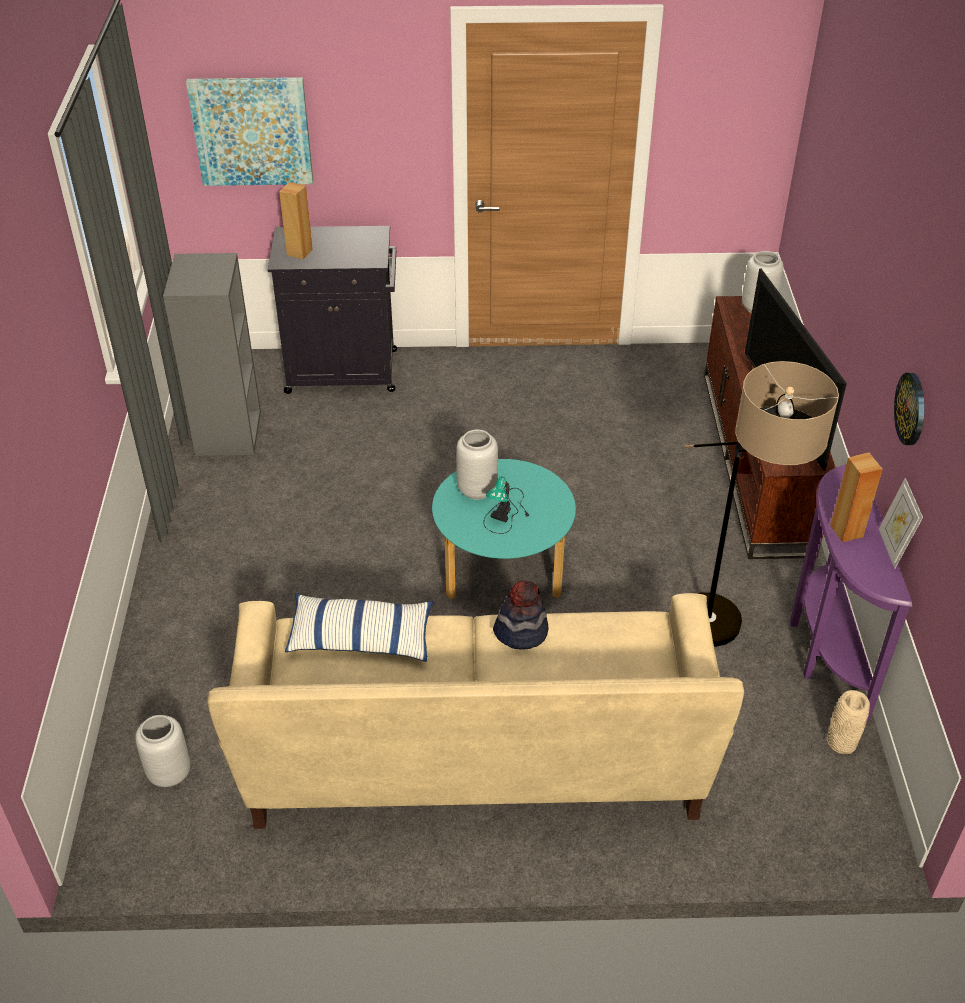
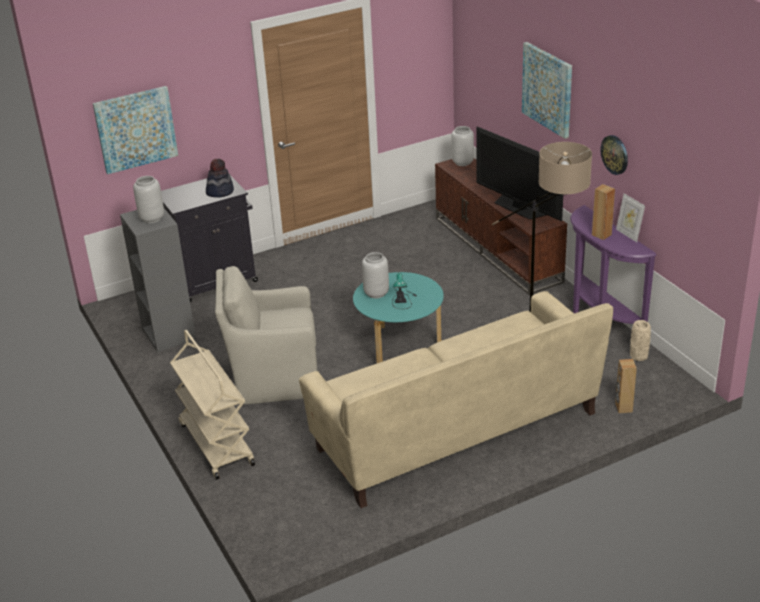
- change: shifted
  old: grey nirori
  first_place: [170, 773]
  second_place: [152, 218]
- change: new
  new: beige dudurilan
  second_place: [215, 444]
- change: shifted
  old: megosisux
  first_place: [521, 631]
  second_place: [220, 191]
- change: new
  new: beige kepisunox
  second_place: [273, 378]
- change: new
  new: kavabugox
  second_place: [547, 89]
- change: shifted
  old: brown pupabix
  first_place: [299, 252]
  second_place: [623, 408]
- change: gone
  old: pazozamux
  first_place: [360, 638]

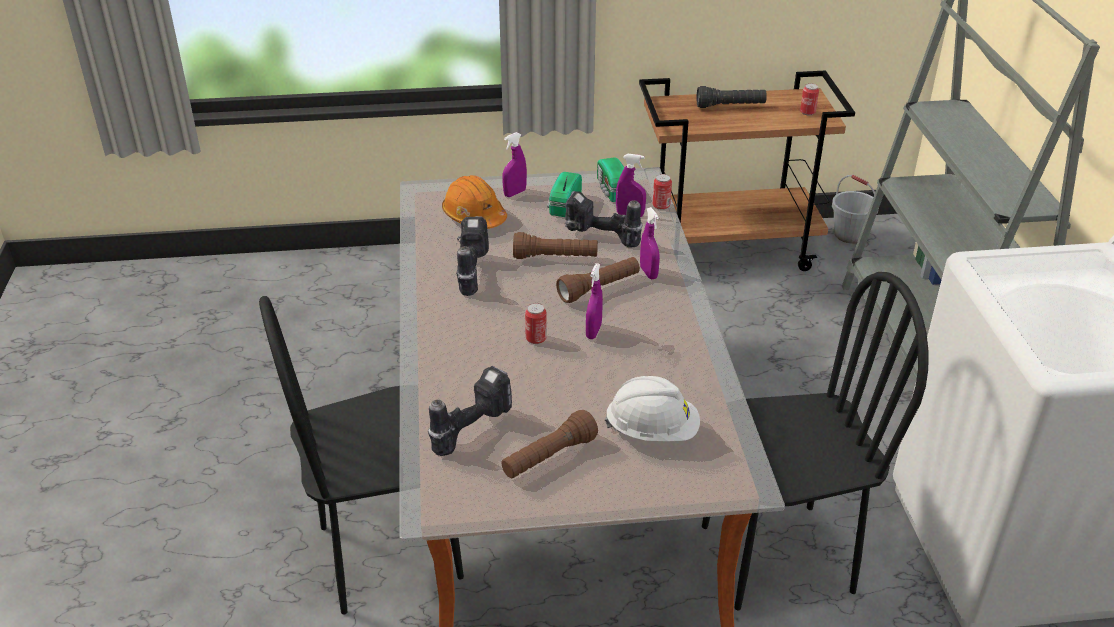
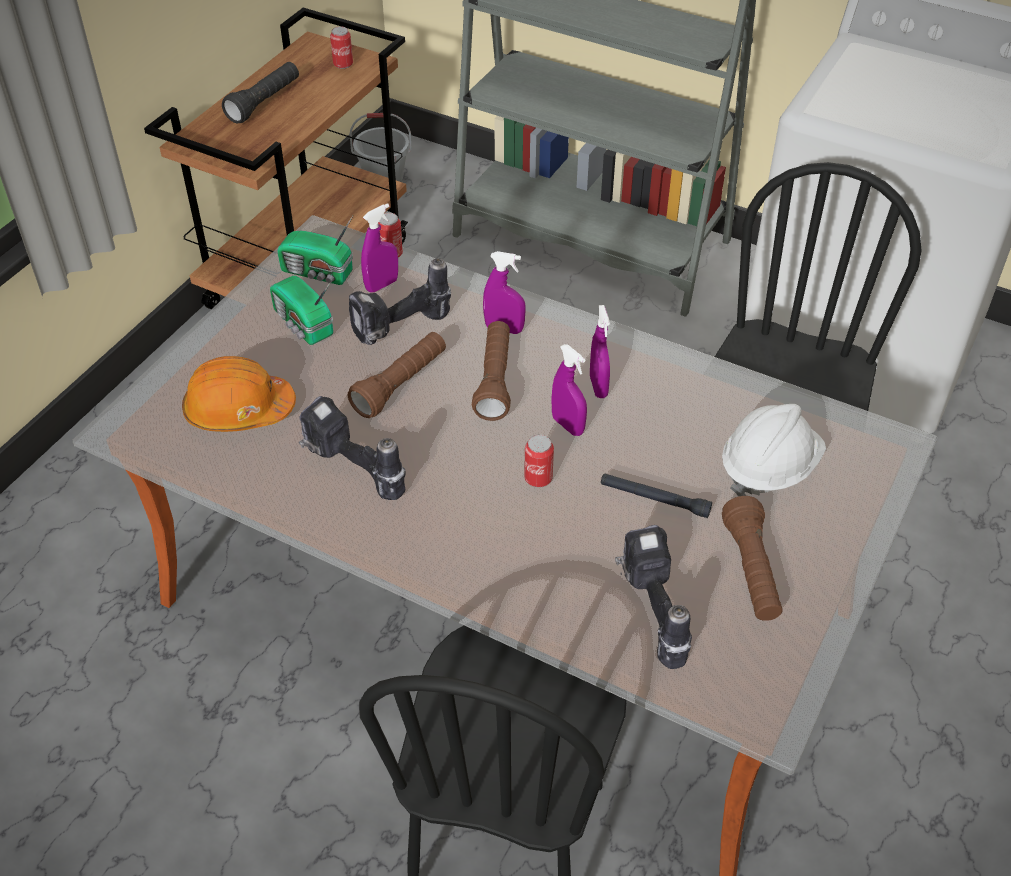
- change: shifted
  old: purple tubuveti
  first_place: [515, 193]
  second_place: [598, 387]
- change: new
  new: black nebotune
  second_place: [654, 499]

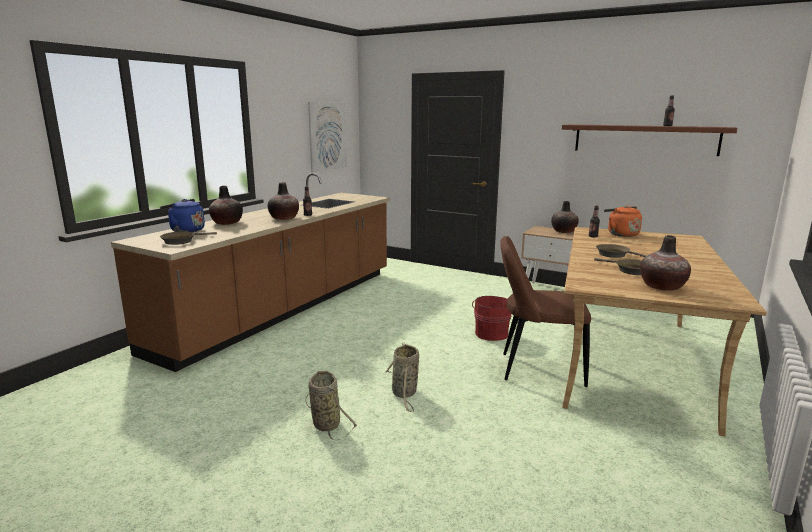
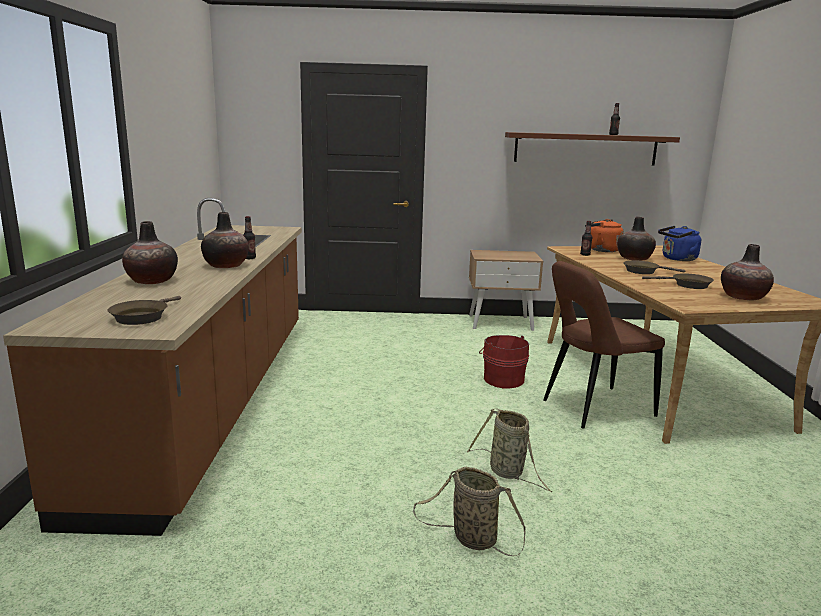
- change: shifted
  old: nirori
  first_place: [563, 231]
  second_place: [634, 259]
- change: shifted
  old: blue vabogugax
  first_place: [185, 230]
  second_place: [677, 259]
- change: gone
  old: kavabugox
  first_place: [327, 136]

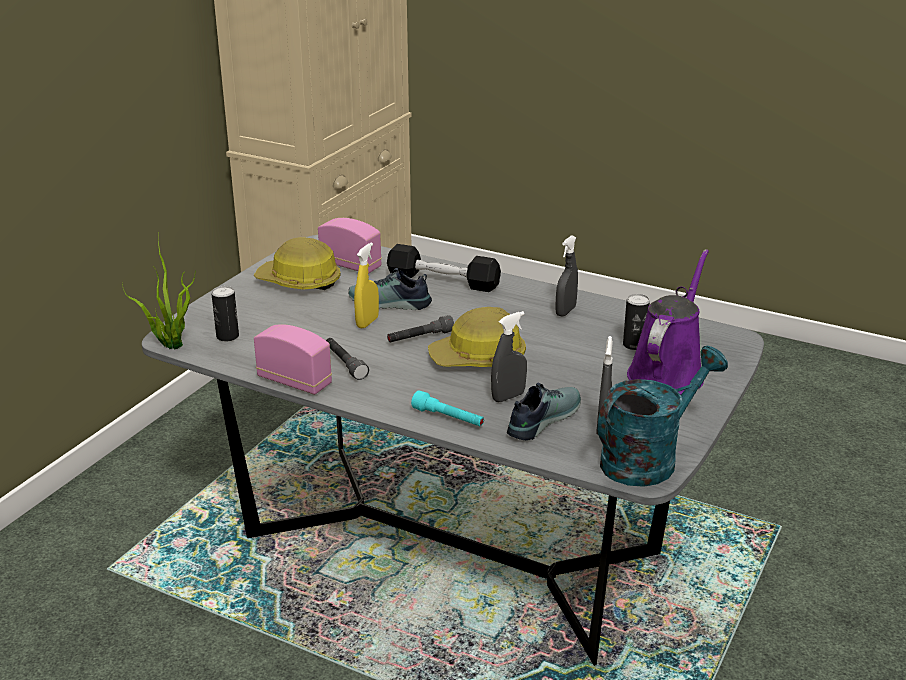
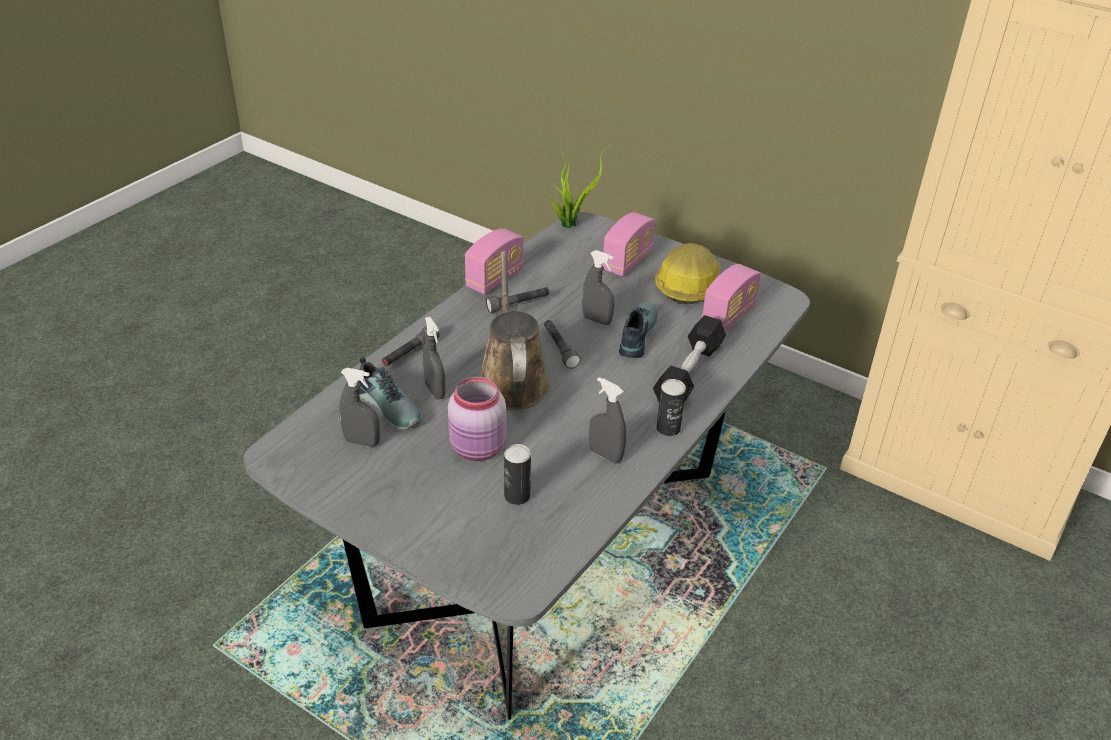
- change: repainted
  old: turquoise nebotune
  new: grey nebotune
  first_place: [448, 418]
  second_place: [410, 353]
- change: new
  new: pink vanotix
  second_place: [478, 449]
- change: swapped
  old: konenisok
  new: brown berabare
  first_place: [479, 358]
  second_place: [511, 381]
- change: repainted
  old: yellow tubuveti
  new: grey tubuveti
  first_place: [367, 322]
  second_place: [596, 320]
- change: new
  new: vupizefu
  second_place: [627, 261]
- change: shifted
  old: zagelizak
  first_place: [227, 336]
  second_place: [668, 428]
- change: gone
  old: turquoise berabare
  first_place: [648, 458]
- change: gone
  old: purple berabare
  first_place: [667, 373]

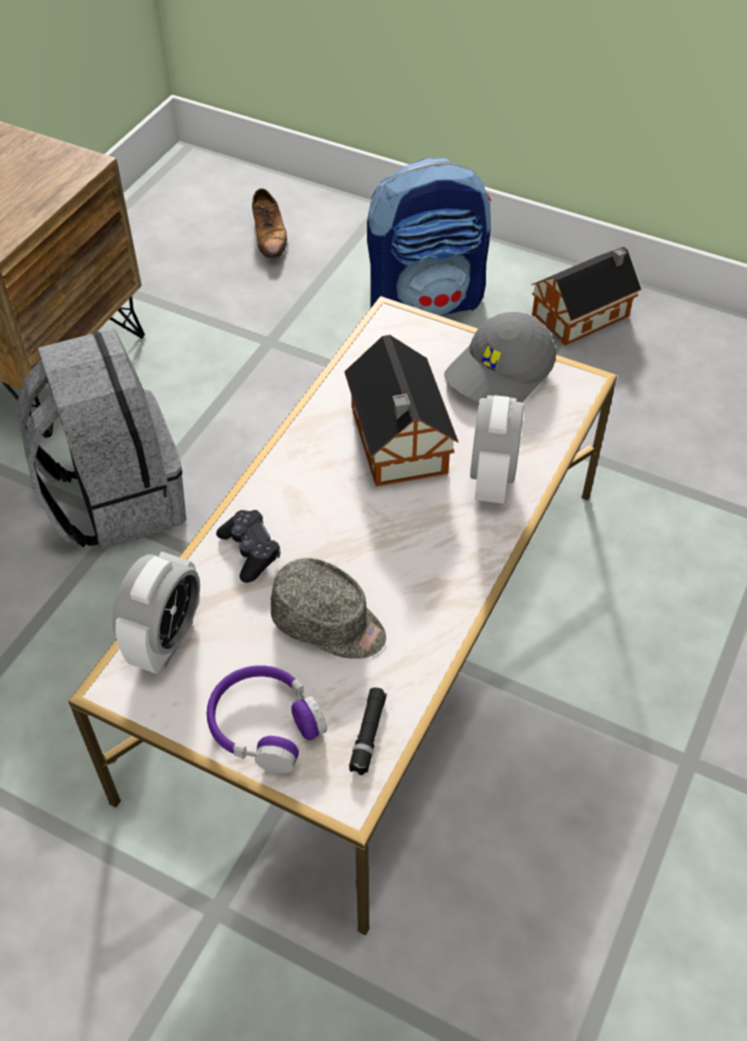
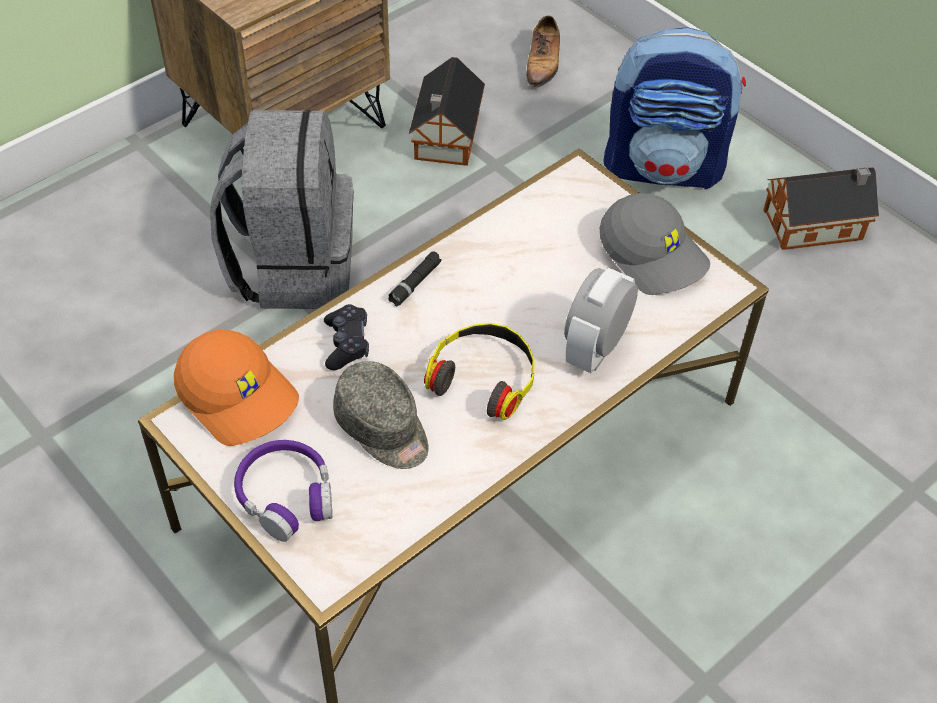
- change: swapped
  old: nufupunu
  new: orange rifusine
  first_place: [166, 640]
  second_place: [239, 396]
- change: shifted
  old: black nebotune
  first_place: [368, 735]
  second_place: [415, 283]
- change: shifted
  old: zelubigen
  first_place: [398, 444]
  second_place: [445, 138]
- change: new
  new: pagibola
  second_place: [483, 377]
- change: rotated
  old: grey rifusine
  first_place: [500, 374]
  second_place: [654, 254]
  degrees: -105

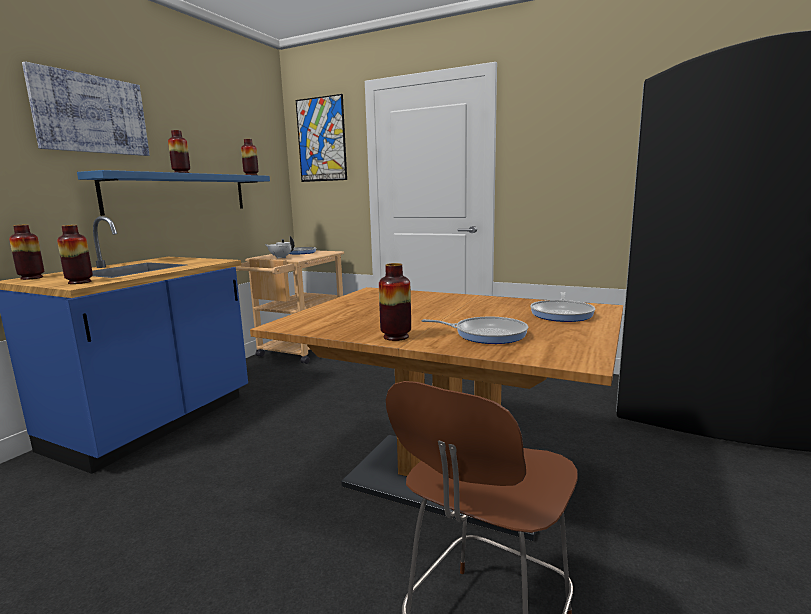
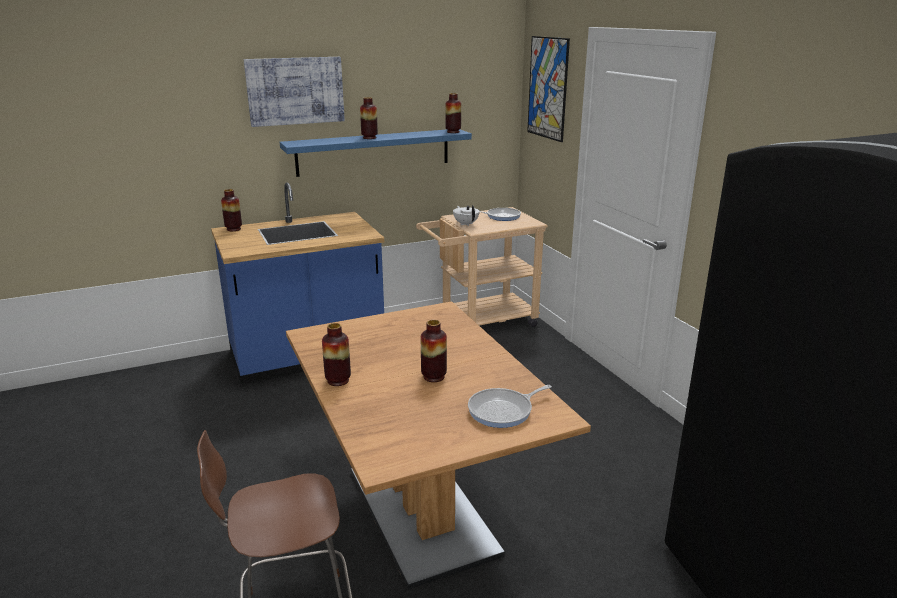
- change: shifted
  old: nirori
  first_place: [79, 282]
  second_place: [434, 377]
- change: gone
  old: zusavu
  first_place: [486, 334]

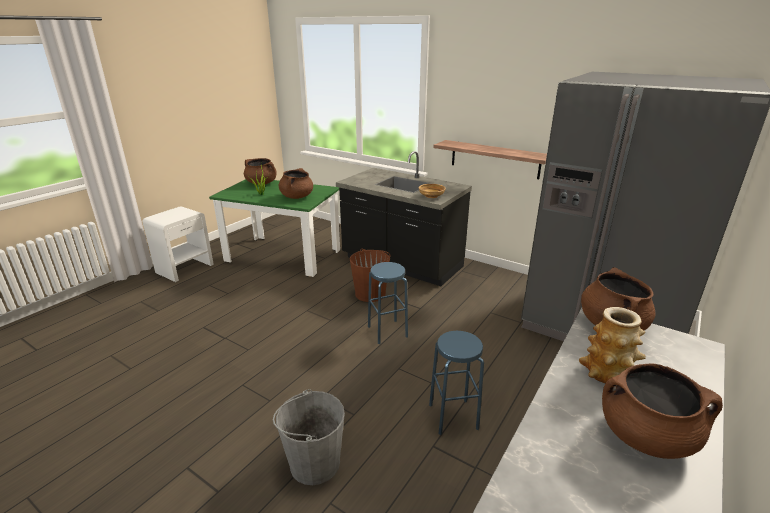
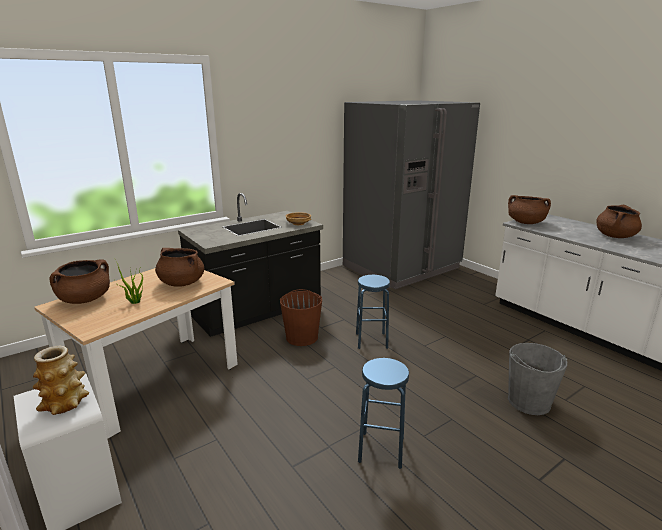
- change: shifted
  old: nirori
  first_place: [607, 373]
  second_place: [65, 403]
- change: repainted
  old: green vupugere
  new: beige vupugere
  first_place: [283, 256]
  second_place: [155, 381]
- change: shifted
  old: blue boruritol
  first_place: [453, 416]
  second_place: [381, 449]
- change: gone
  old: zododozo
  first_place: [494, 159]

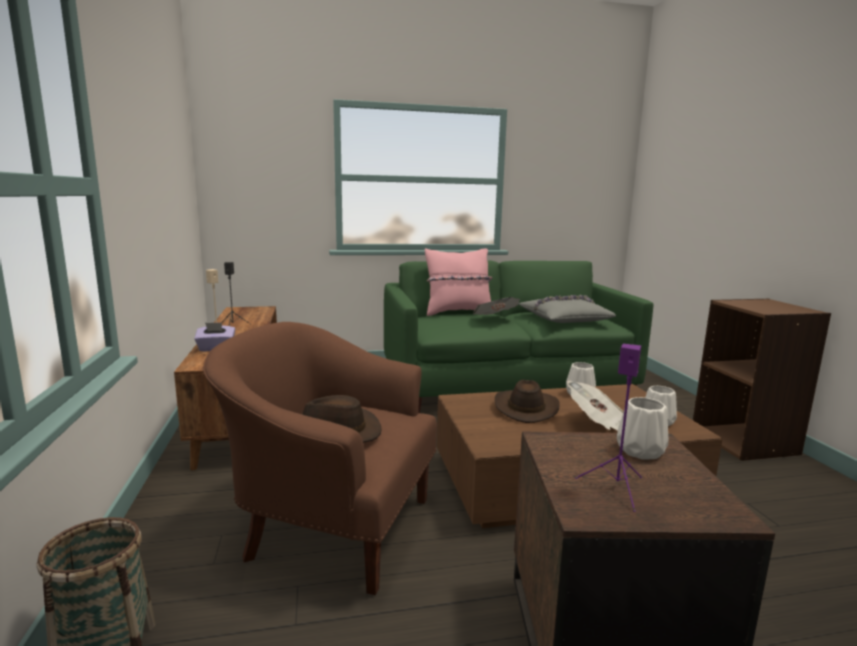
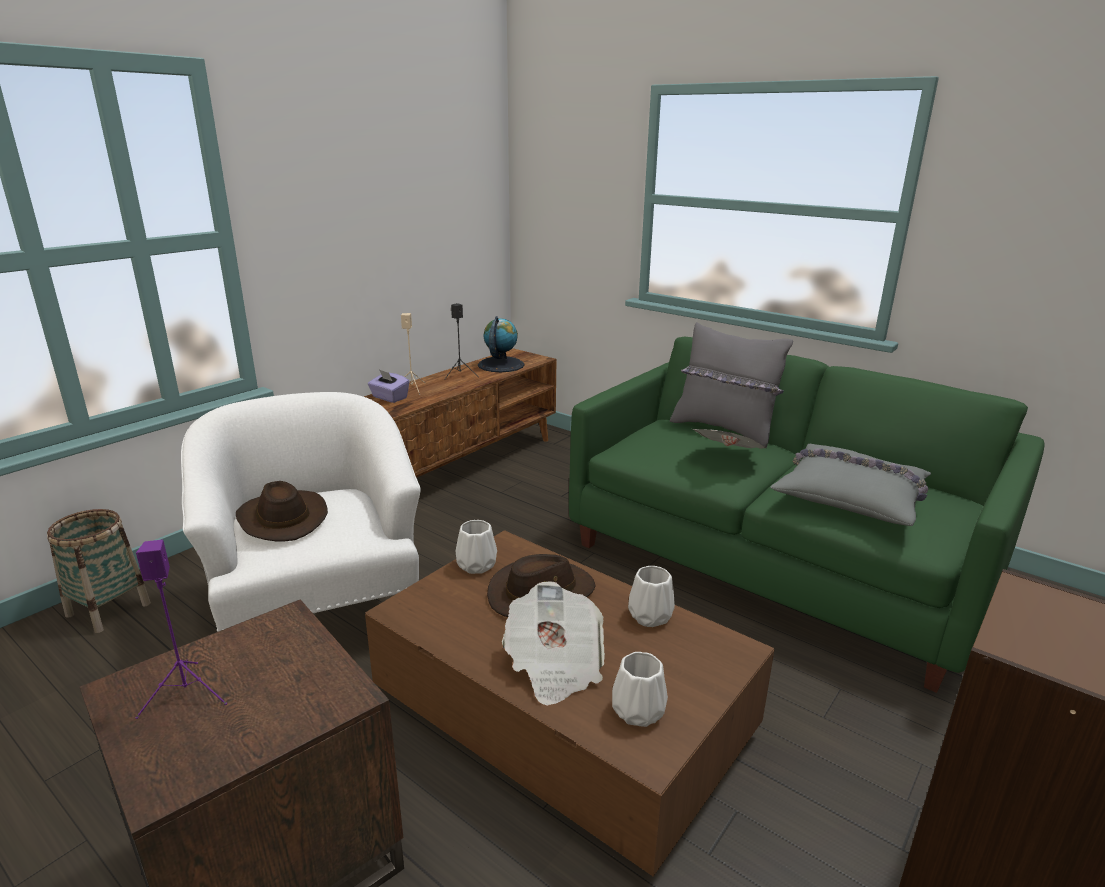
- change: repainted
  old: brown kepisunox
  new: white kepisunox
  first_place: [333, 526]
  second_place: [321, 610]
- change: shifted
  old: white nirori
  first_place: [639, 450]
  second_place: [477, 564]
- change: new
  new: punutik
  second_place: [500, 365]
- change: repainted
  old: pink pazozamux
  new: grey pazozamux
  first_place: [458, 312]
  second_place: [724, 430]

